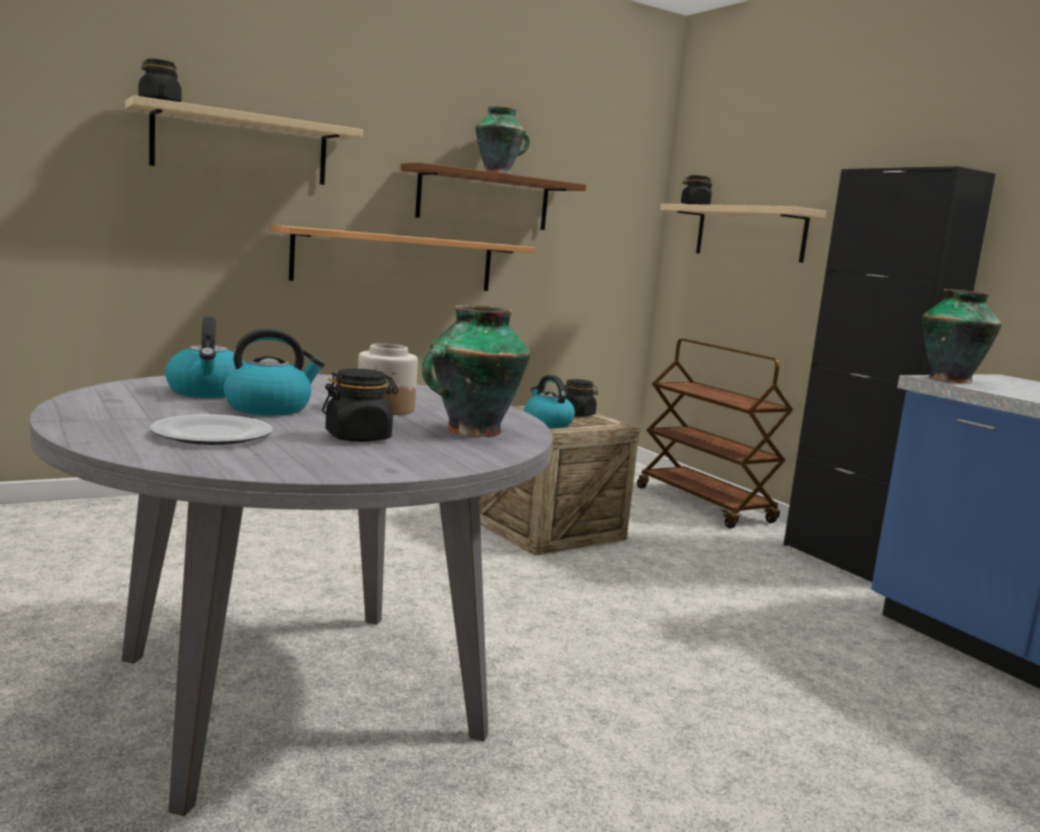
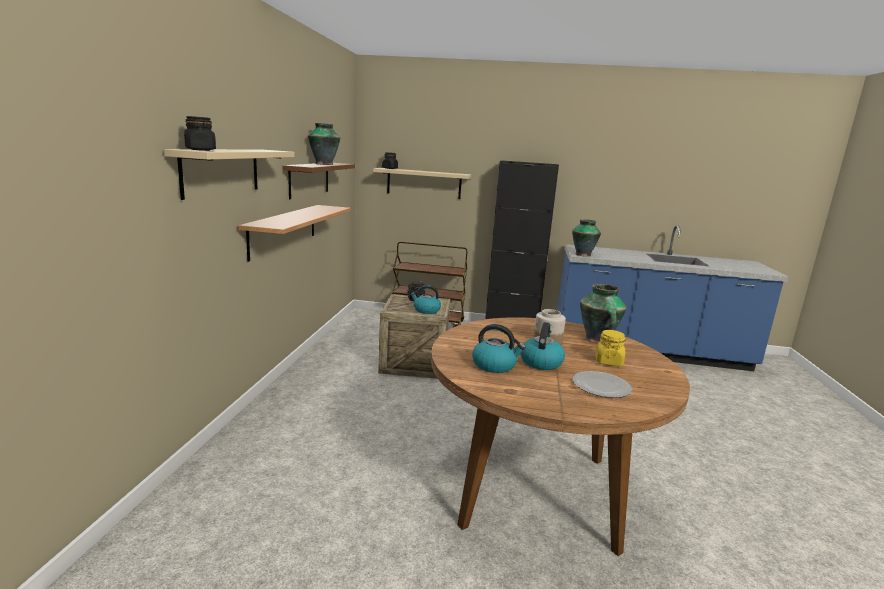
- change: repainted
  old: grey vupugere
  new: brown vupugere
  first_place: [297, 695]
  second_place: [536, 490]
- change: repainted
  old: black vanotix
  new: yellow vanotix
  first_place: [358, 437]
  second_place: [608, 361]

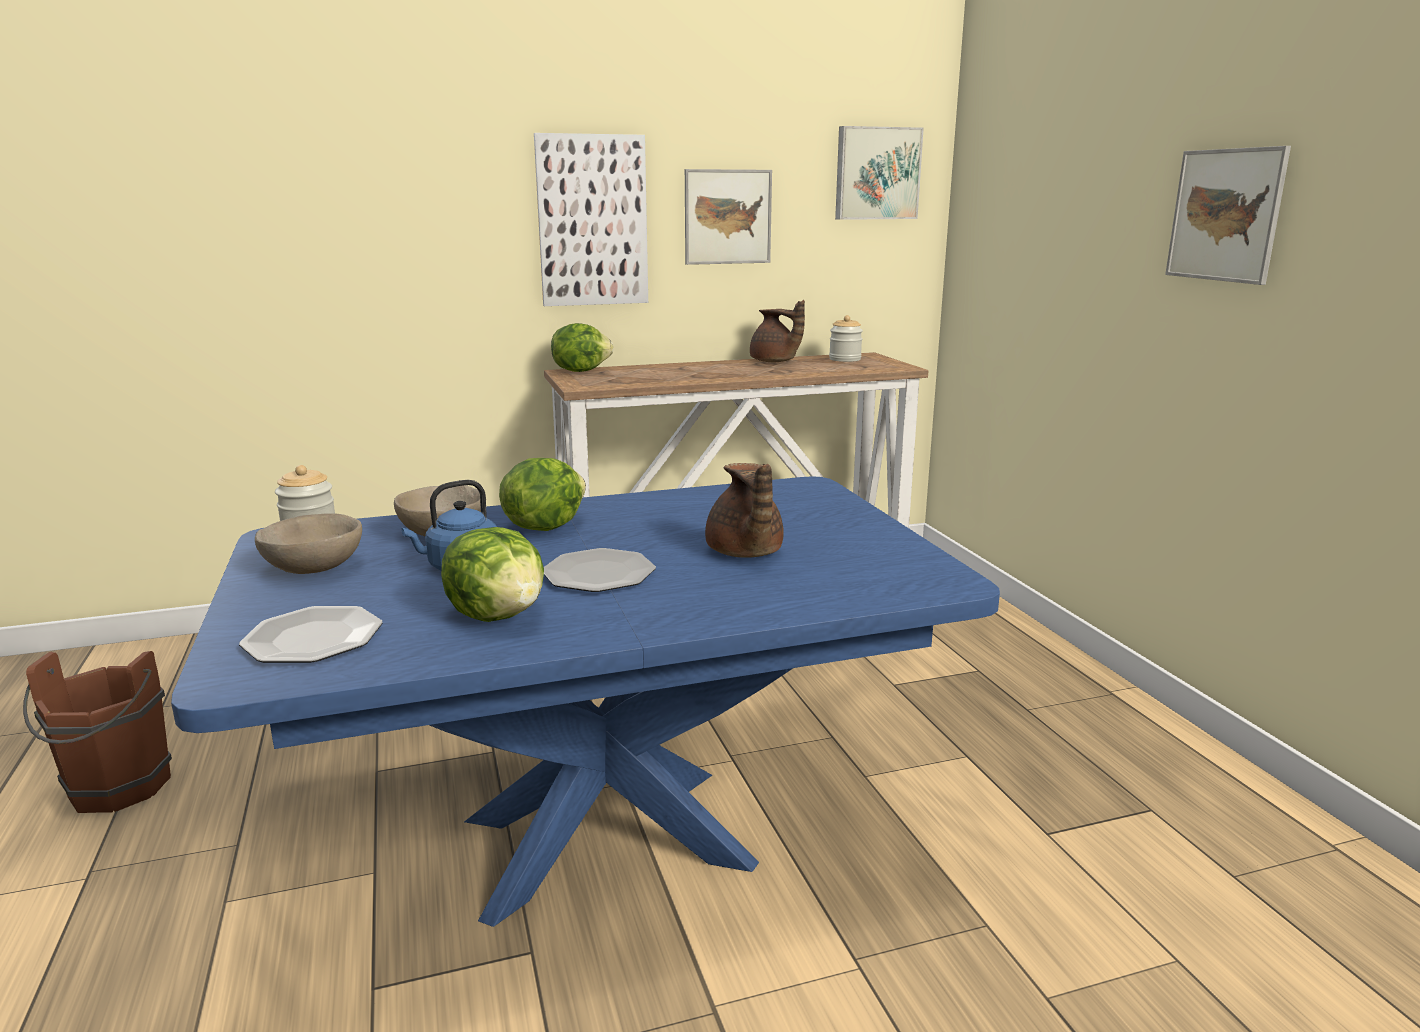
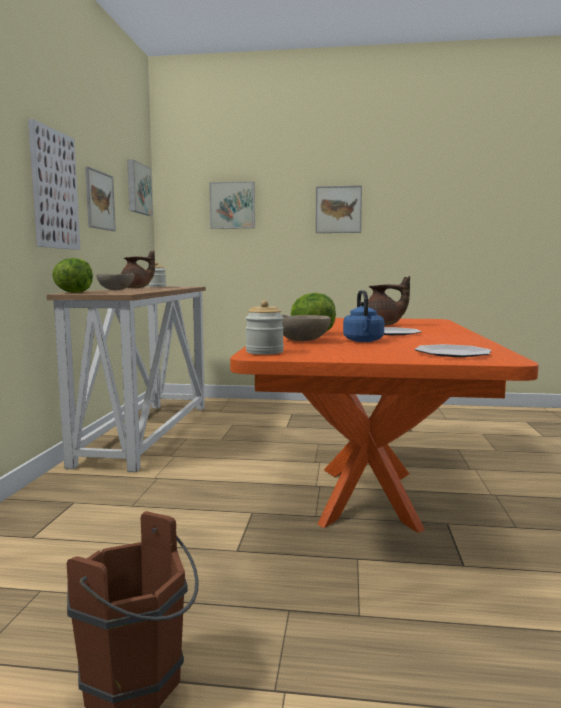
- change: shifted
  old: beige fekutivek
  first_place: [315, 568]
  second_place: [115, 290]
- change: new
  new: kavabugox
  second_place: [232, 205]
- change: repainted
  old: blue vupugere
  new: orange vupugere
  first_place: [605, 839]
  second_place: [366, 496]
- change: gone
  old: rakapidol
  first_place: [499, 615]

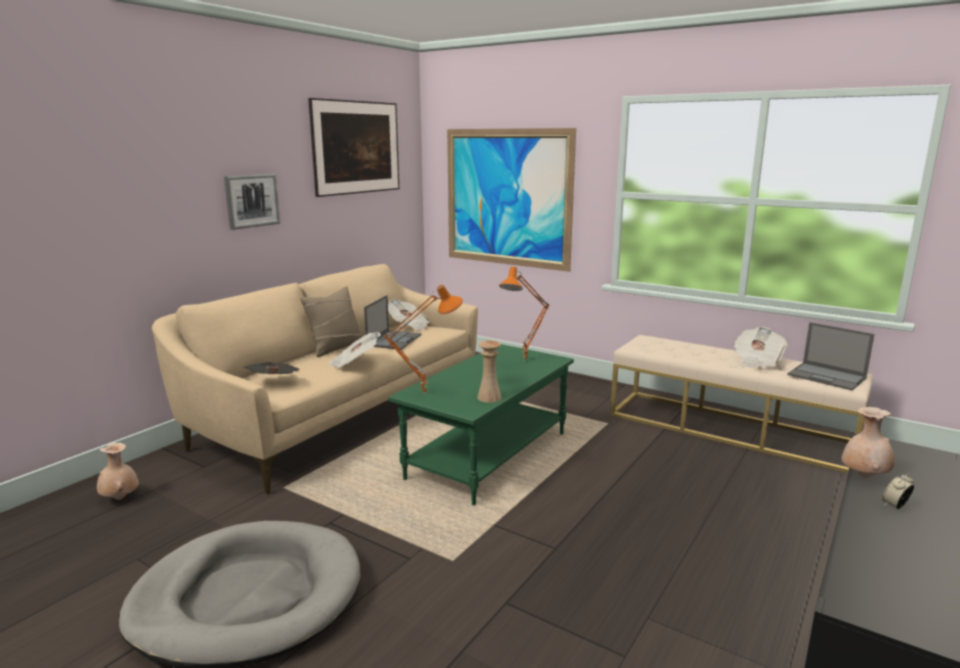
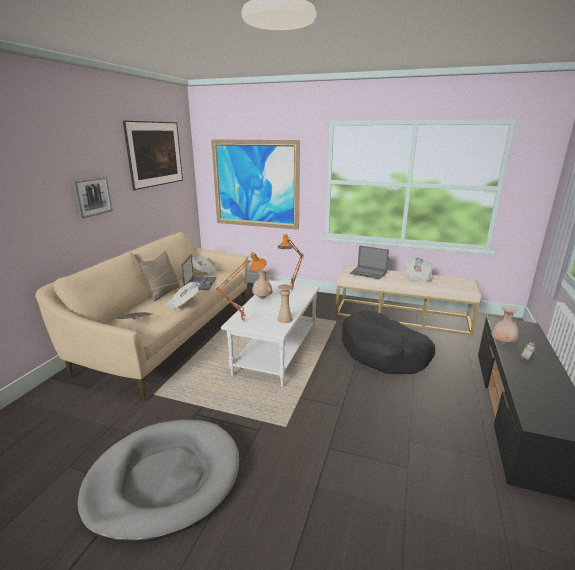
- change: repainted
  old: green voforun
  new: white voforun
  first_place: [487, 455]
  second_place: [276, 351]
- change: shifted
  old: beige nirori
  first_place: [120, 498]
  second_place: [262, 298]
- change: new
  new: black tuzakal
  second_place: [384, 353]
- change: shifted
  old: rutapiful
  first_place: [827, 377]
  second_place: [369, 273]

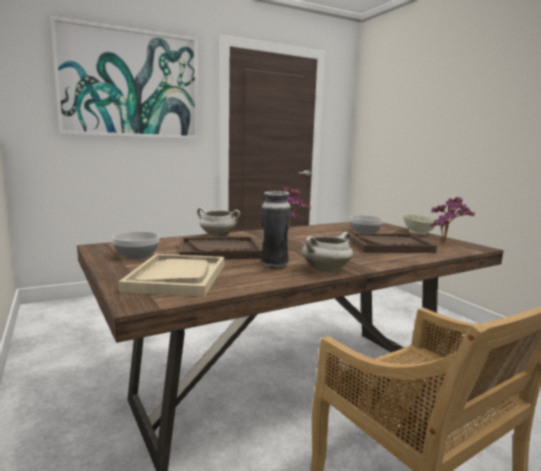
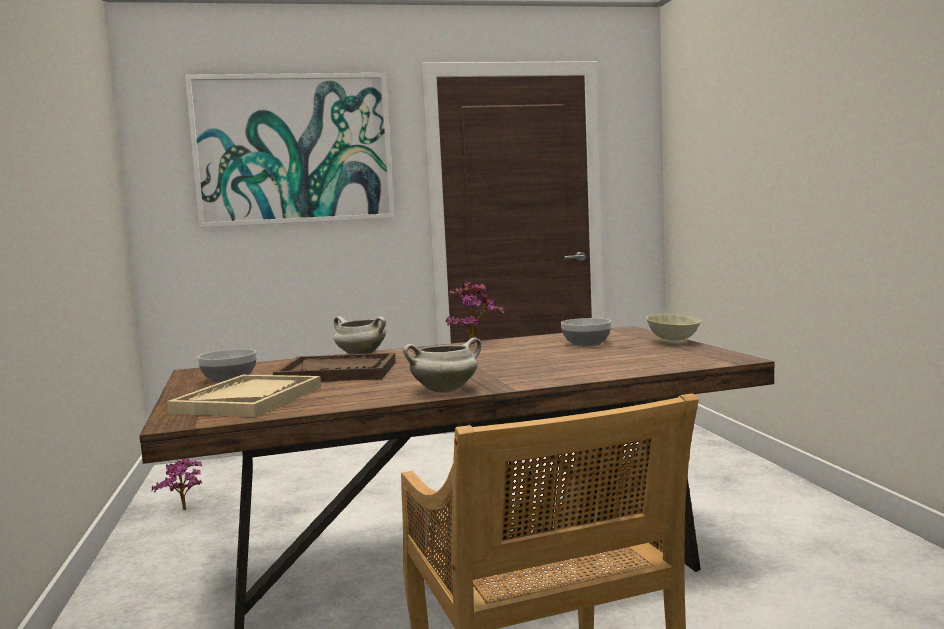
- change: shifted
  old: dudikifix
  first_place: [446, 243]
  second_place: [185, 510]
- change: gone
  old: nirori
  first_place: [274, 266]
- change: gone
  old: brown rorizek
  first_place: [389, 245]

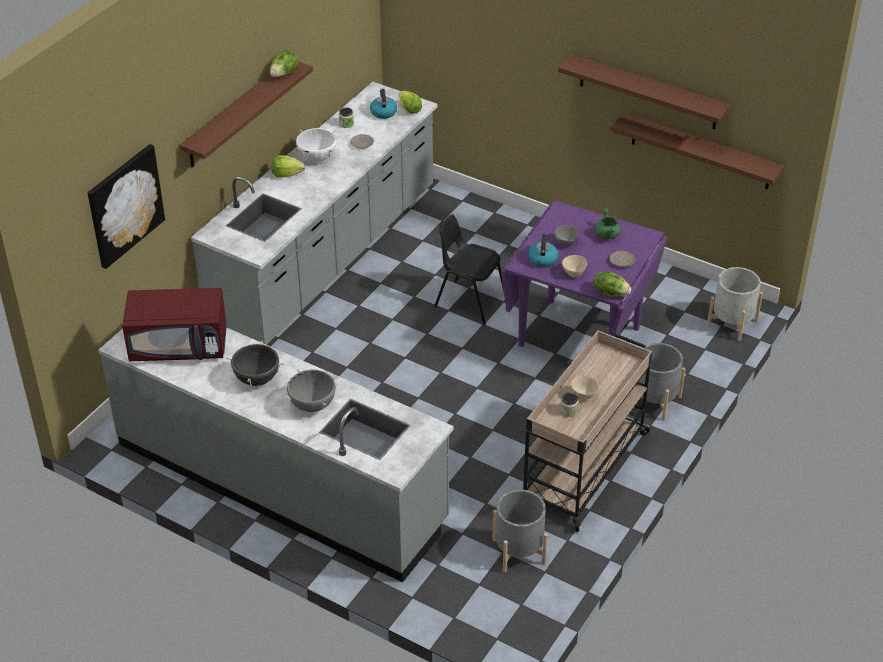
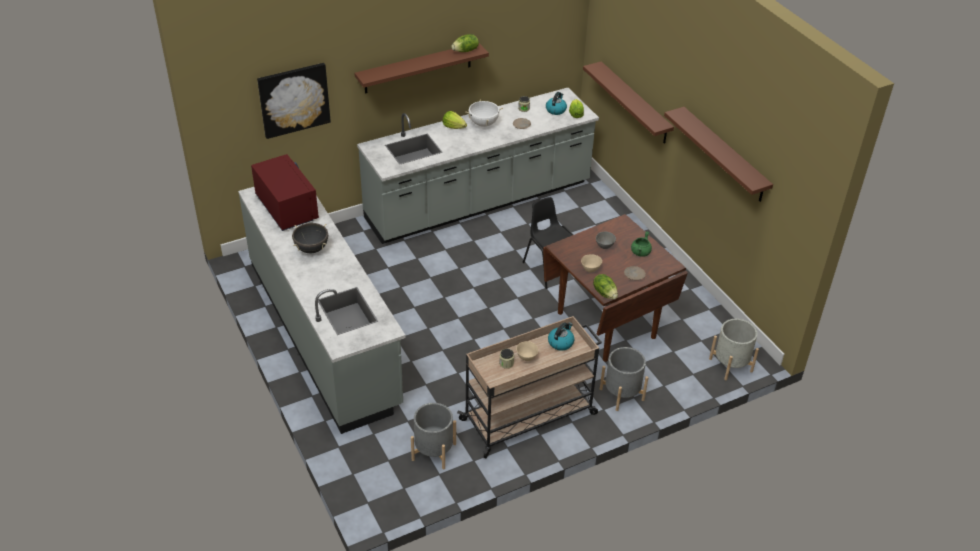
- change: rotated
  old: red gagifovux
  first_place: [179, 346]
  second_place: [286, 208]
  degrees: -150
- change: repainted
  old: purple vupugere
  new: brown vupugere
  first_place: [578, 337]
  second_place: [605, 325]
- change: shifted
  old: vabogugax
  first_place: [542, 259]
  second_place: [560, 342]
- change: shifted
  old: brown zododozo
  first_place: [700, 152]
  second_place: [634, 103]
- change: gone
  old: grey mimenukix
  first_place: [312, 405]

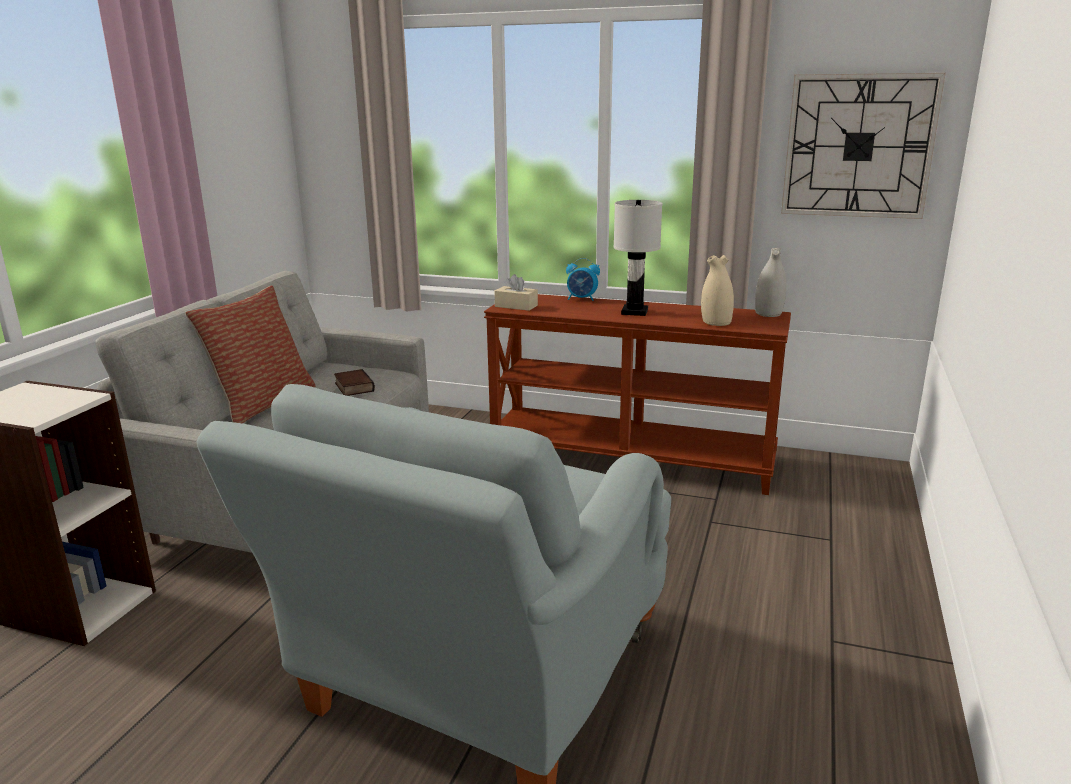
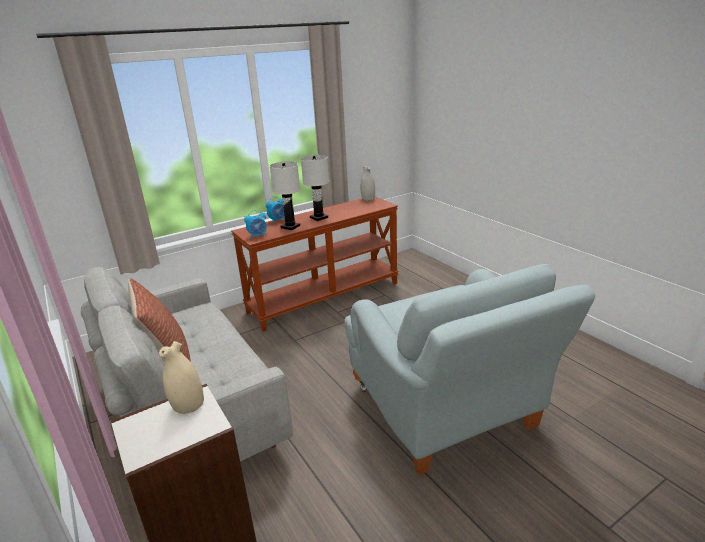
- change: shifted
  old: beige nirori
  first_place: [715, 322]
  second_place: [188, 405]
- change: swapped
  old: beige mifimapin
  new: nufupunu
  first_place: [516, 306]
  second_place: [258, 236]
- change: new
  new: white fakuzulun
  second_place: [290, 227]
- change: gone
  old: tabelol
  first_place: [352, 387]
- change: gone
  old: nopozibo
  first_place: [858, 146]

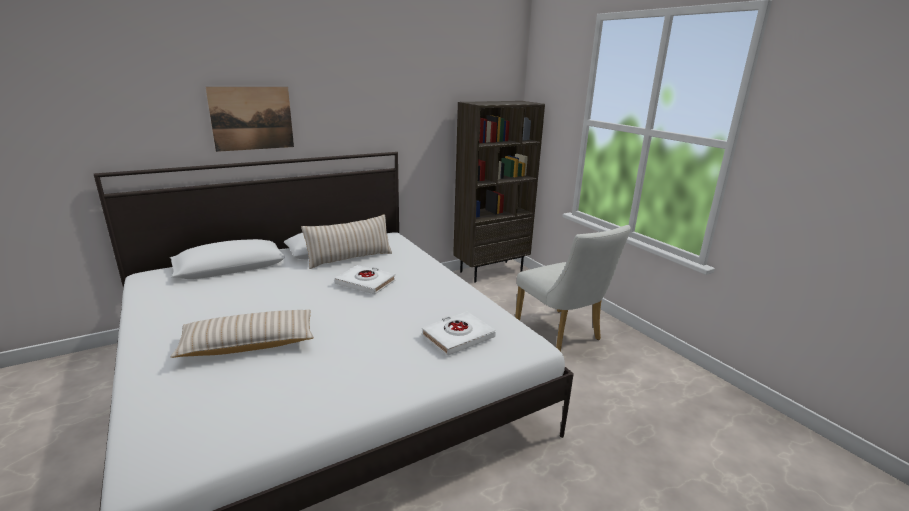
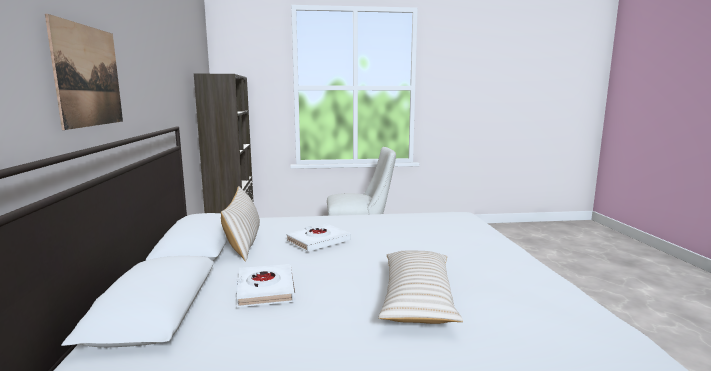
- change: shifted
  old: white tabelol
  first_place: [458, 337]
  second_place: [265, 290]

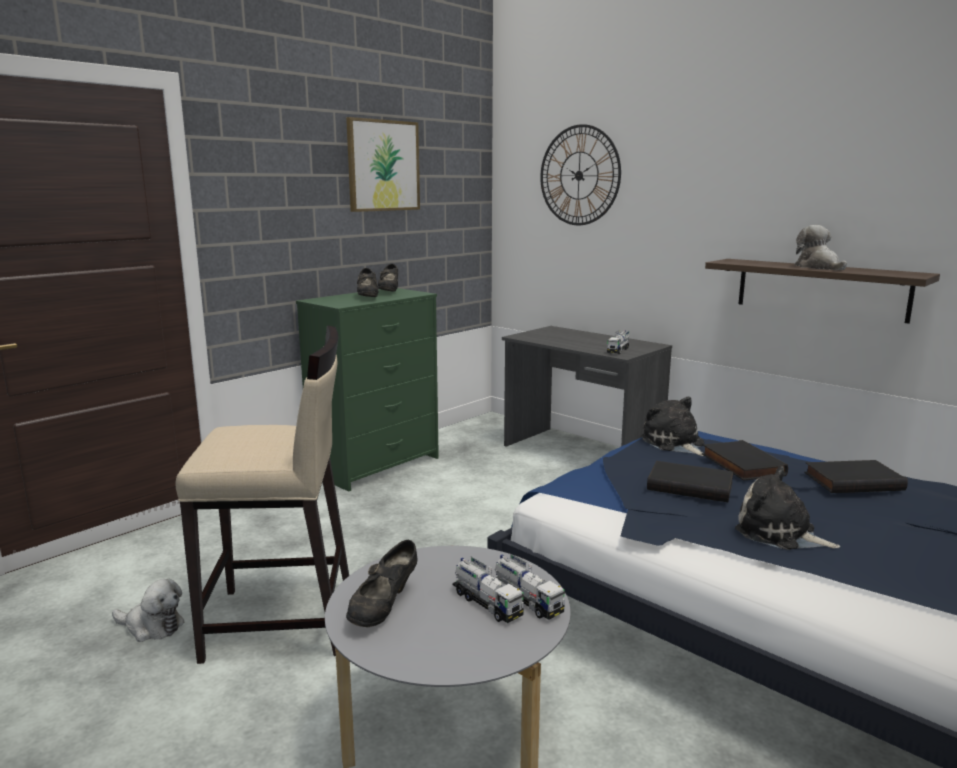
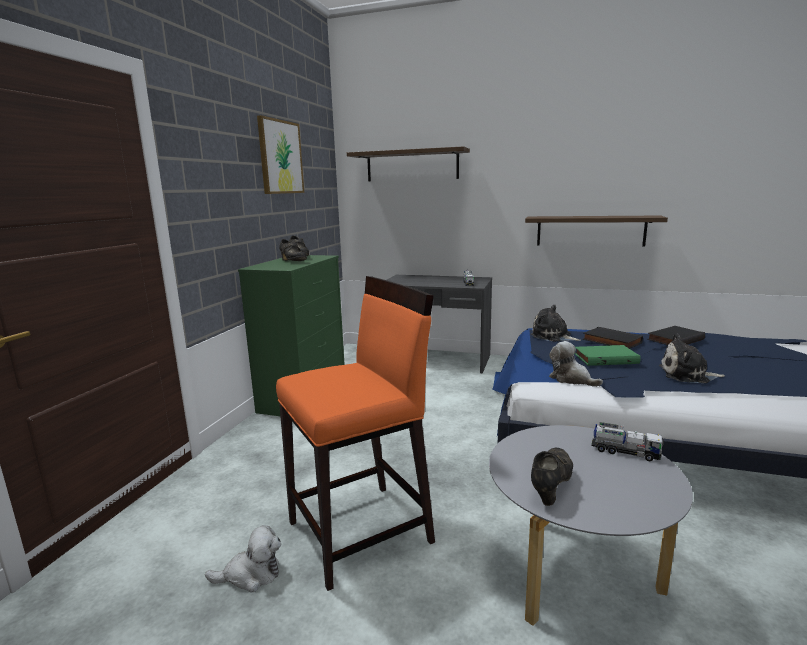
- change: repainted
  old: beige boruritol
  new: orange boruritol
  first_place: [282, 622]
  second_place: [362, 532]
- change: swapped
  old: nopozibo
  new: zododozo
  first_place: [579, 175]
  second_place: [412, 165]
- change: rotated
  old: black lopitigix
  first_place: [383, 608]
  second_place: [550, 486]
  degrees: -150
- change: shifted
  old: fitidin
  first_place: [818, 267]
  second_place: [571, 379]
- change: repainted
  old: black tabelol
  new: green tabelol
  first_place: [690, 485]
  second_place: [605, 358]
- change: gone
  old: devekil
  first_place: [487, 604]

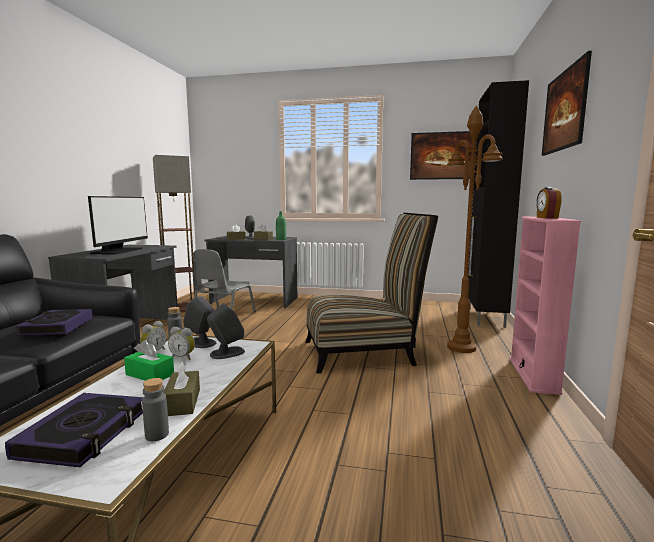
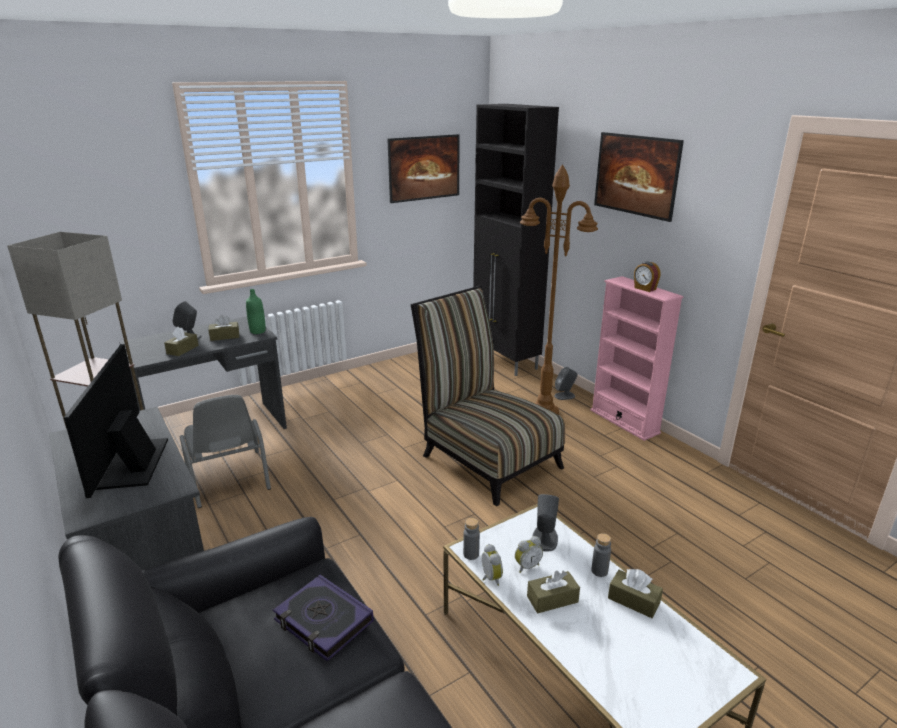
- change: rotated
  old: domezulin
  first_place: [118, 251]
  second_place: [131, 463]
  degrees: -150
- change: rotated
  old: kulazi
  first_place: [365, 352]
  second_place: [486, 457]
  degrees: -75
- change: repainted
  old: green mifimapin
  new: brown mifimapin
  first_place: [150, 374]
  second_place: [552, 599]
- change: shifted
  old: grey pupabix
  first_place: [201, 343]
  second_place: [565, 396]
- change: shifted
  old: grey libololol
  first_place: [157, 435]
  second_place: [599, 571]
- change: gone
  old: tabelol
  first_place: [84, 434]

